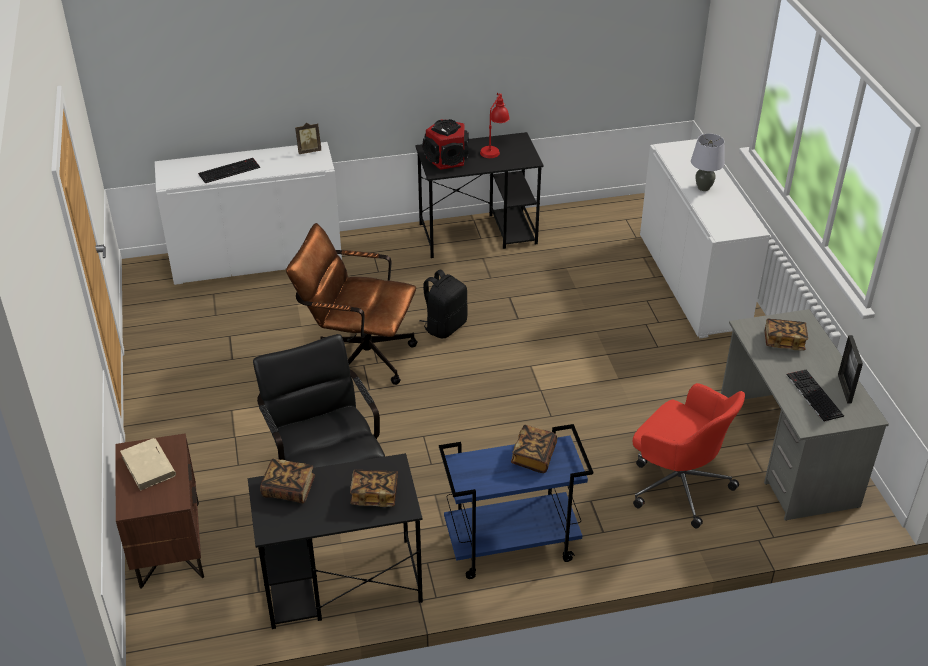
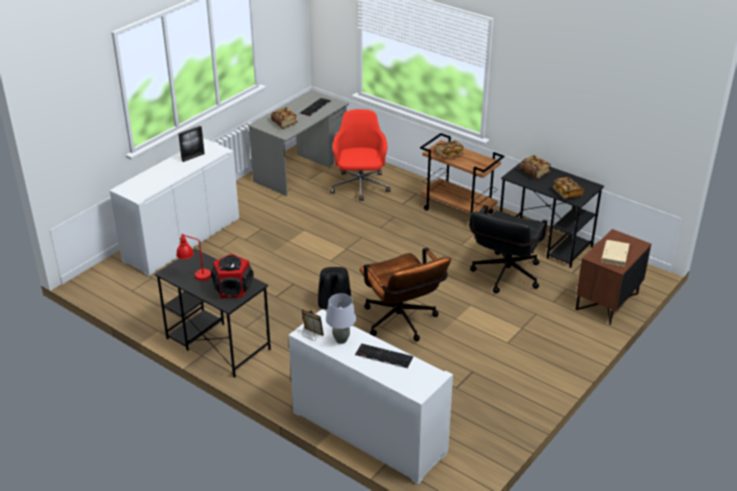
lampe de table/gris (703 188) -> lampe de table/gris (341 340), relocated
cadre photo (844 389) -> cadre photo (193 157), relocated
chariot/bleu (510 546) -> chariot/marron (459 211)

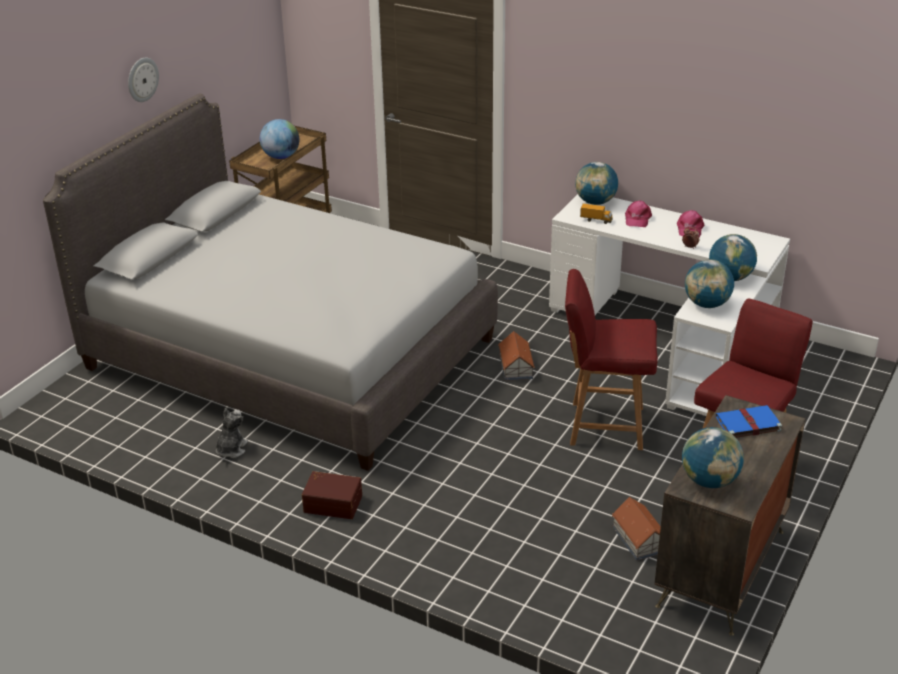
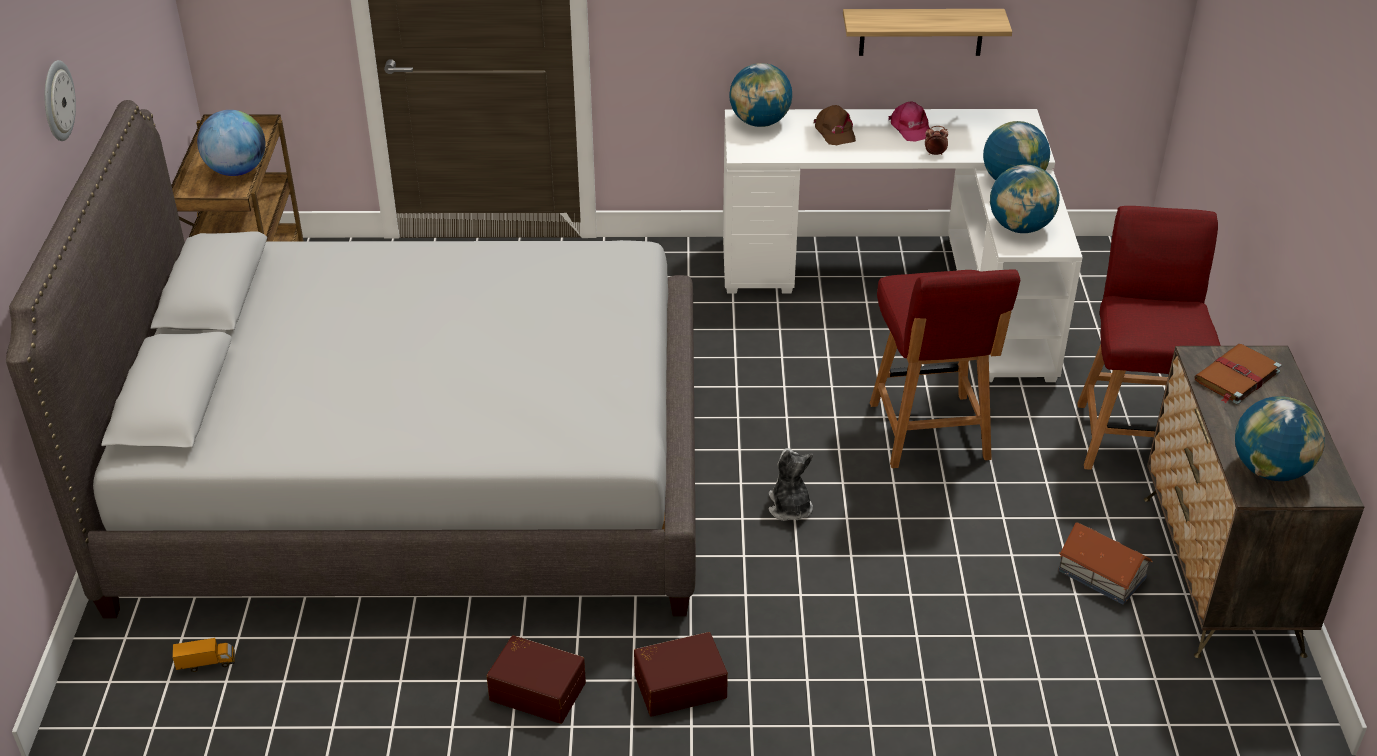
casquette/rose (637 219) -> casquette/marron (834 132)
camion jouet (596 220) -> camion jouet (206 664), relocated
chaise/rouge (604 425) -> chaise/rouge (929 433), 75 degrees counterclockwise
maison miniature (515 367) -> none
livre/bleu (747 424) -> livre/marron (1236 377)
peluche (231 449) -> peluche (789 507), relocated
none -> étagère (921 32)
none -> boîte de rangement/marron (538 689)

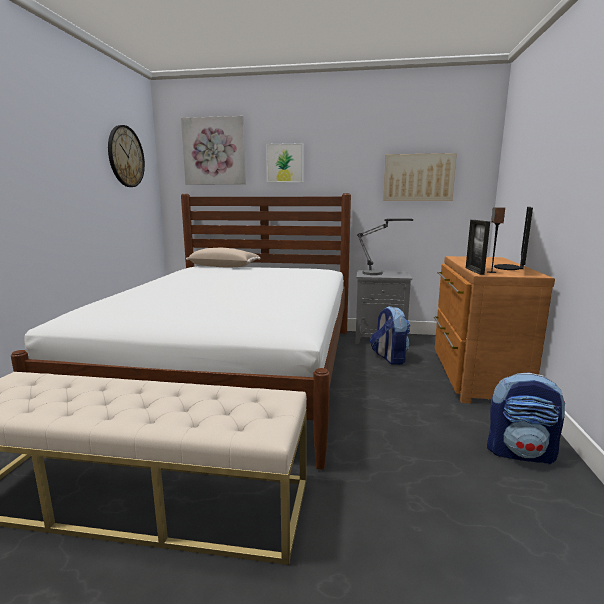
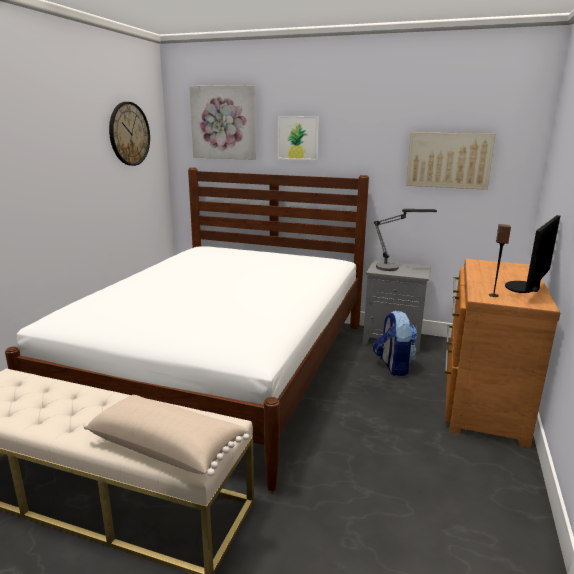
cadre photo (474 271) -> none
coussin/beige (224 266) -> coussin/beige (168 446), relocated
sac à dos (520 452) -> none

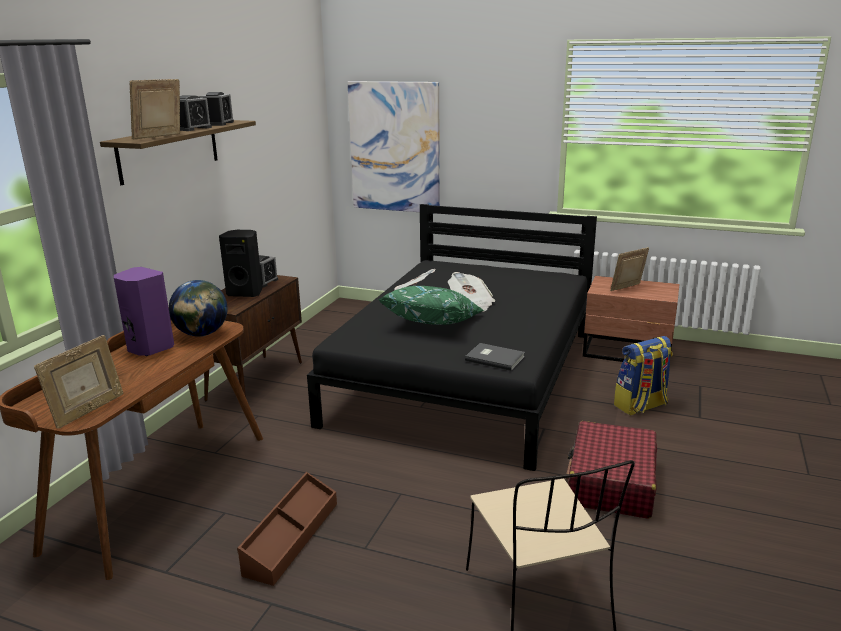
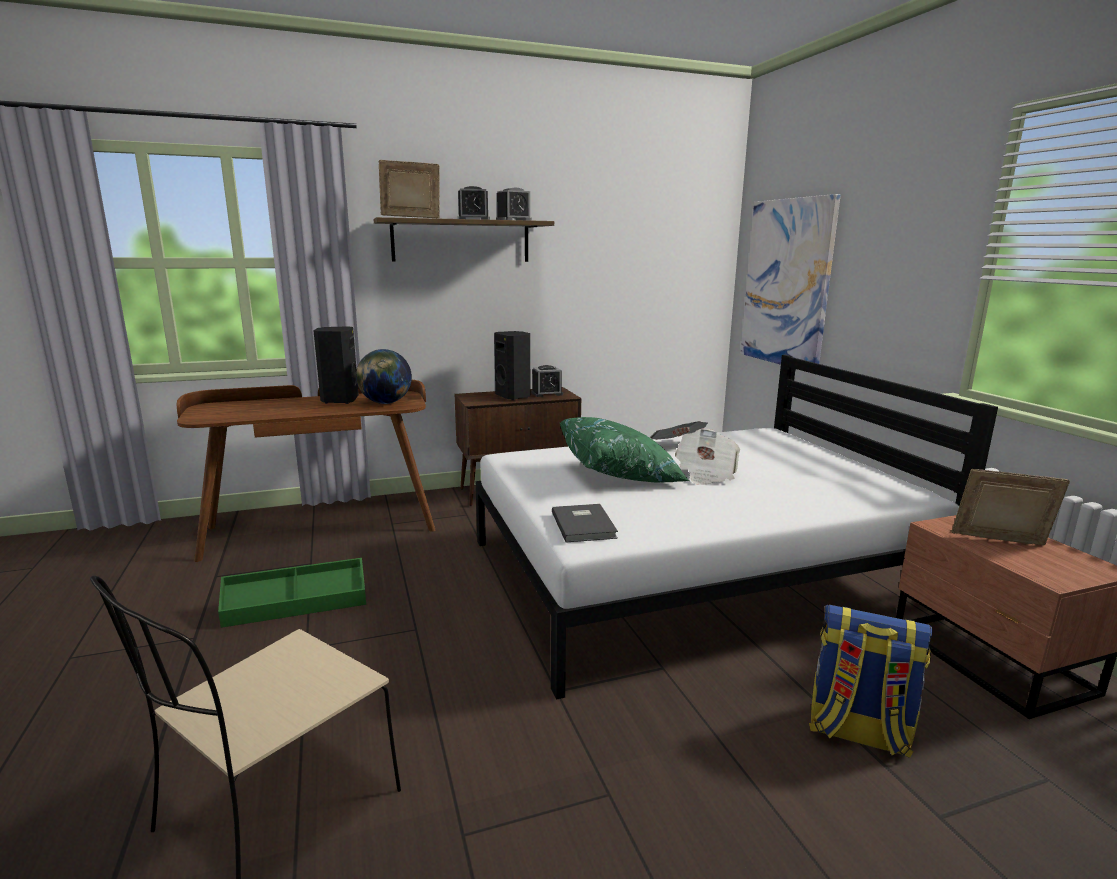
lit/noir (467 376) -> lit/blanc (693 573)
enceinte/violet (149 348) -> enceinte/noir (339 400)
cadre photo (88 411) -> none
valise/rouge (611 482) -> none
boîte de rangement/marron (291 537) -> boîte de rangement/vert (296 605)

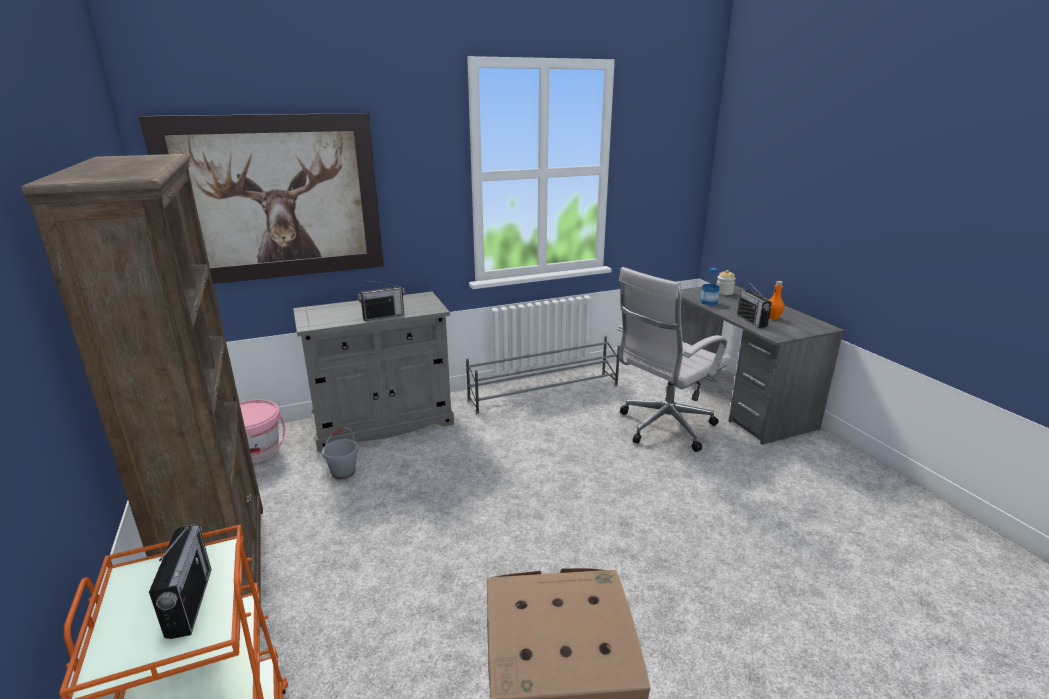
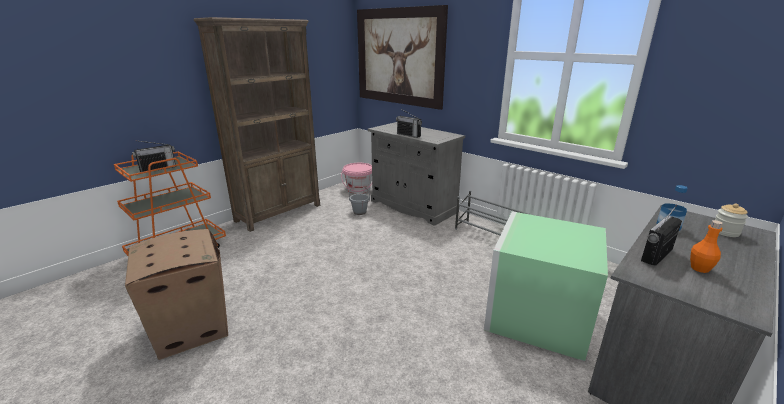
chaise de bureau/blanc (663 428) -> boîte de rangement/vert (536 314)

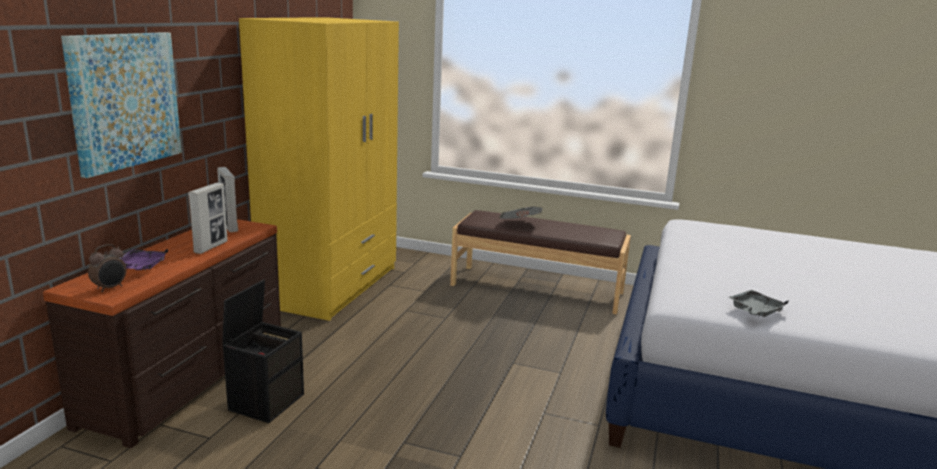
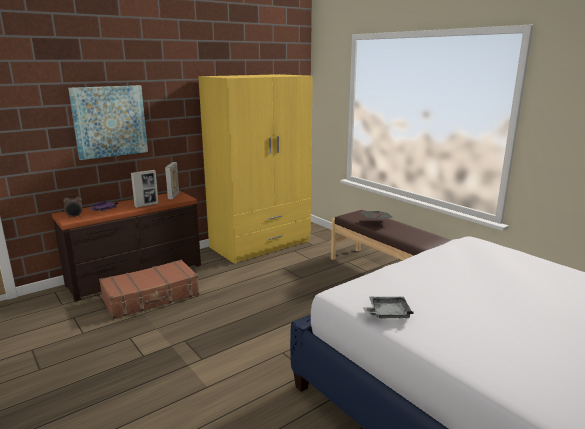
boîte de rangement/noir (266 401) -> valise/marron (151 297)

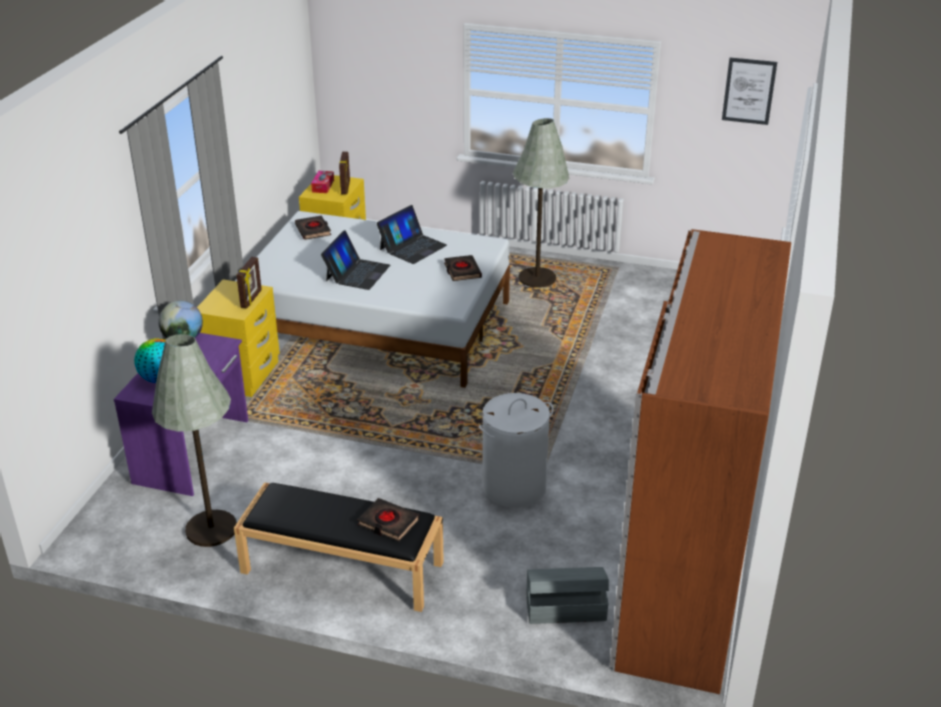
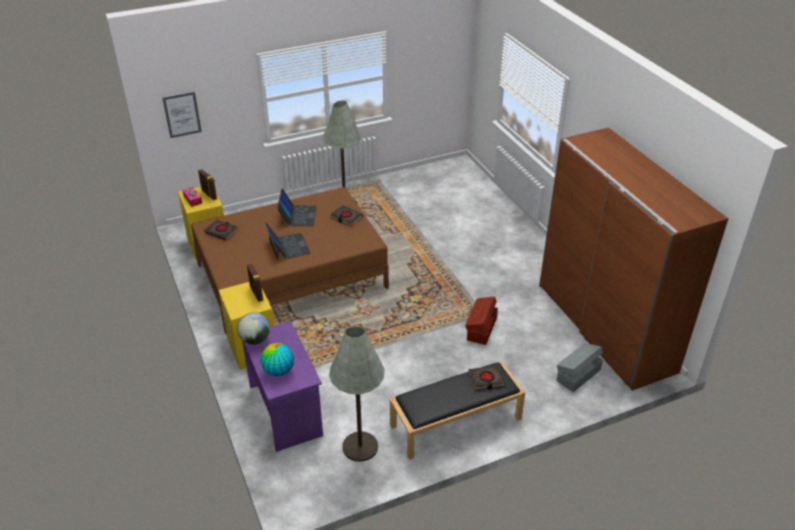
tableau (749 91) -> tableau (182 114), relocated
lit/blanc (377 324) -> lit/marron (291 275)
panier à linge/blanc (514 487) -> boîte de rangement/marron (481 329)

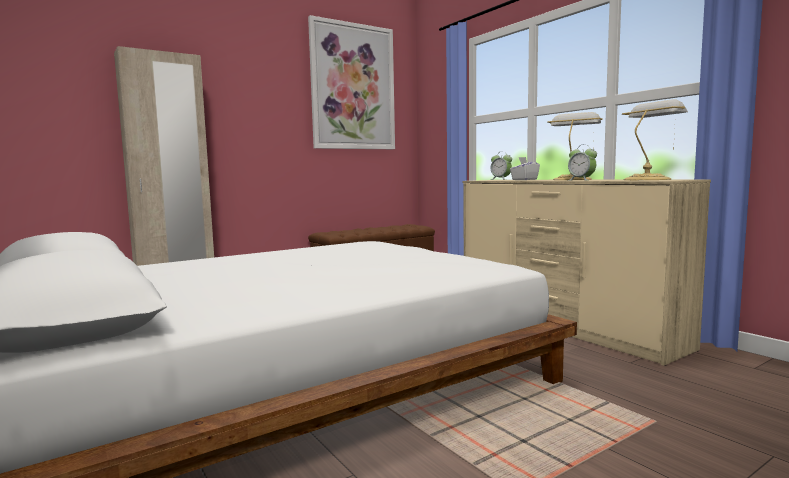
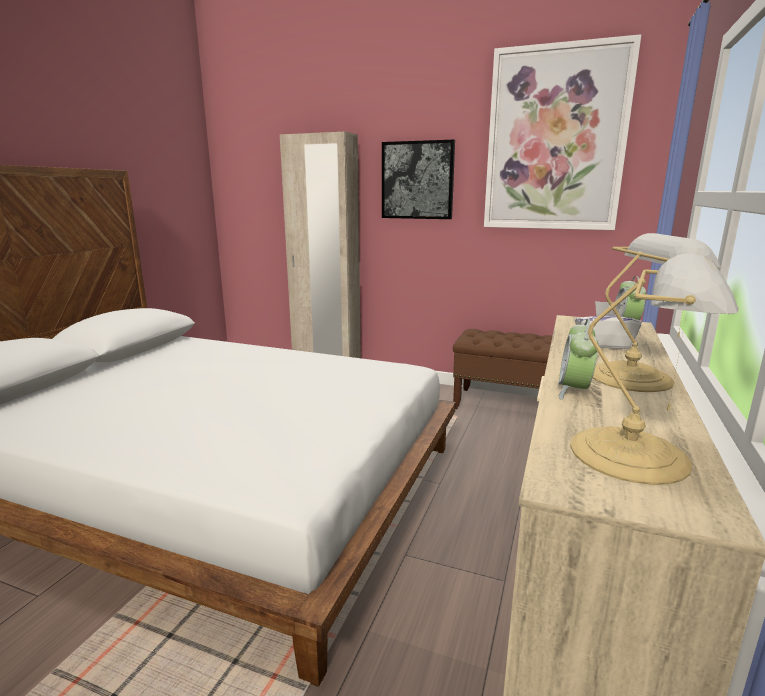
none -> tableau (417 180)

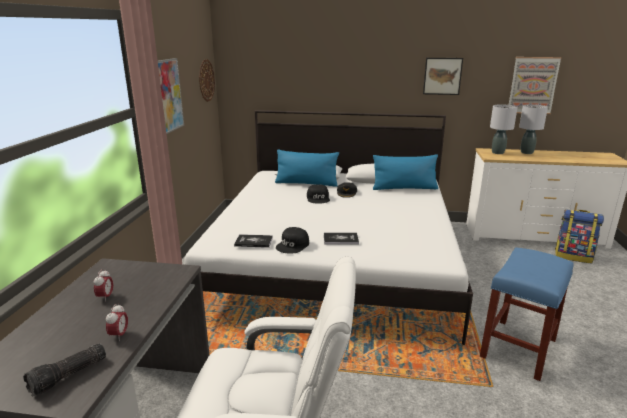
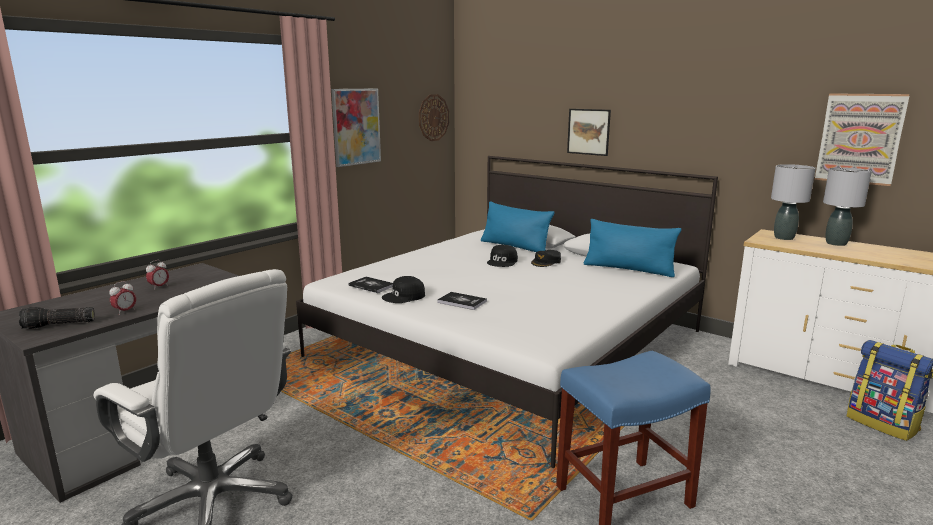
tableau (442 76) -> tableau (588 131), relocated

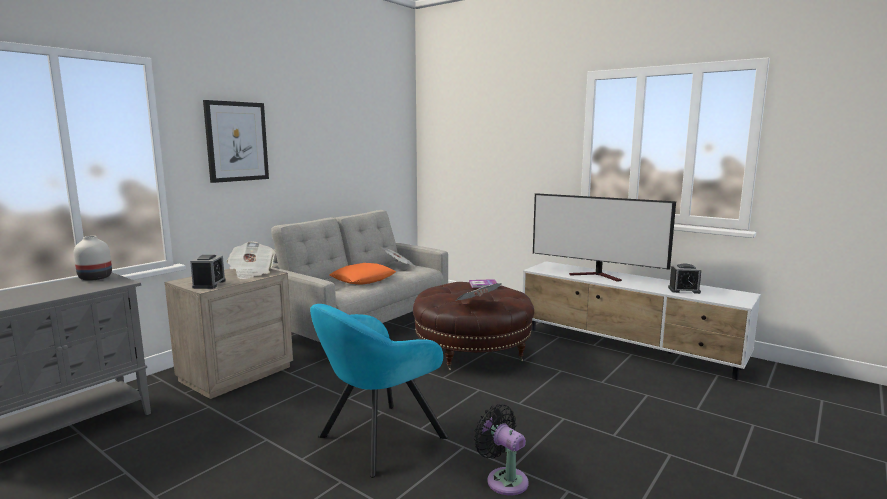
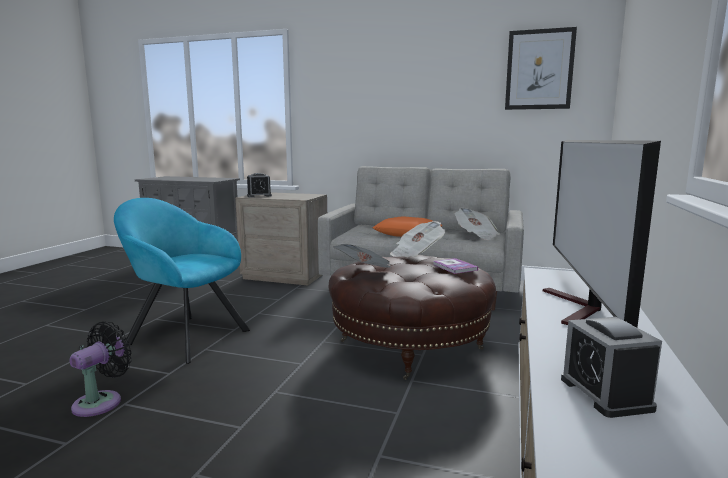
tableau (236 141) -> tableau (539 70), relocated
vase/blanc (95 278) -> none
journal (251 273) -> journal (416 253), relocated

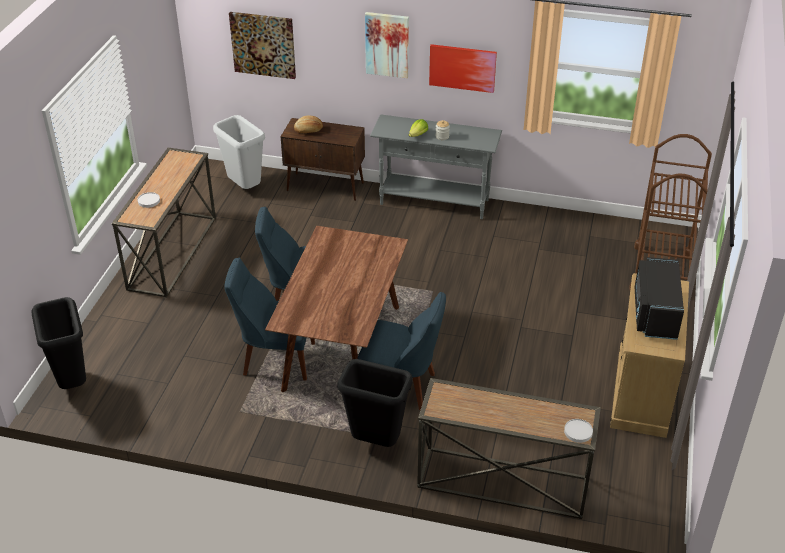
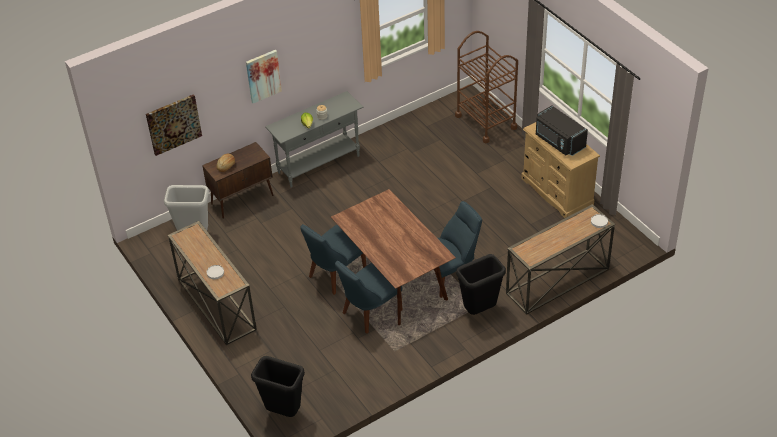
tableau (462 67) -> none

